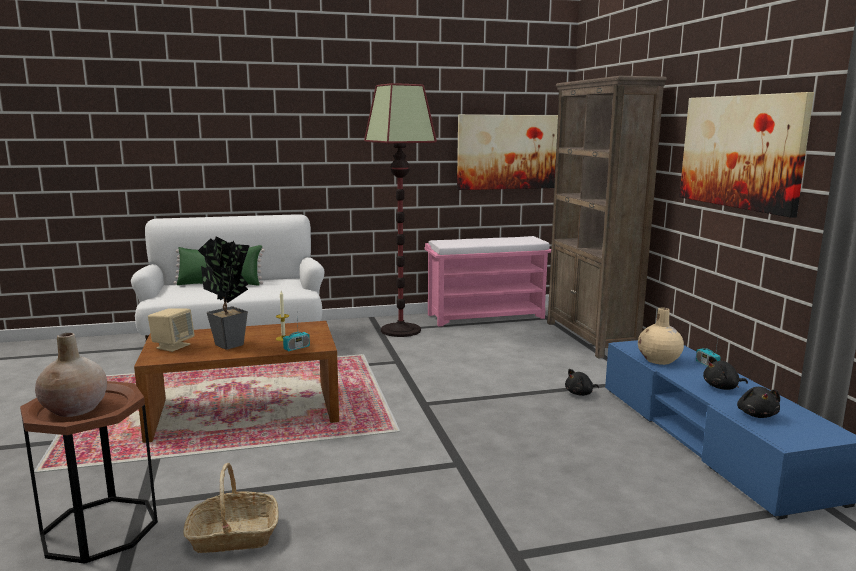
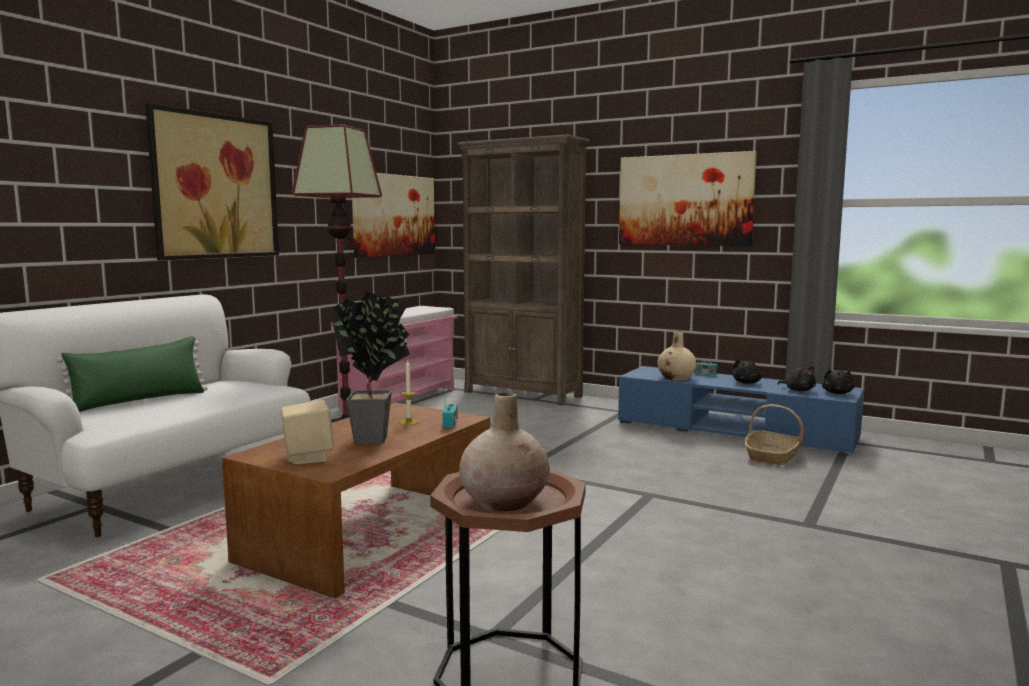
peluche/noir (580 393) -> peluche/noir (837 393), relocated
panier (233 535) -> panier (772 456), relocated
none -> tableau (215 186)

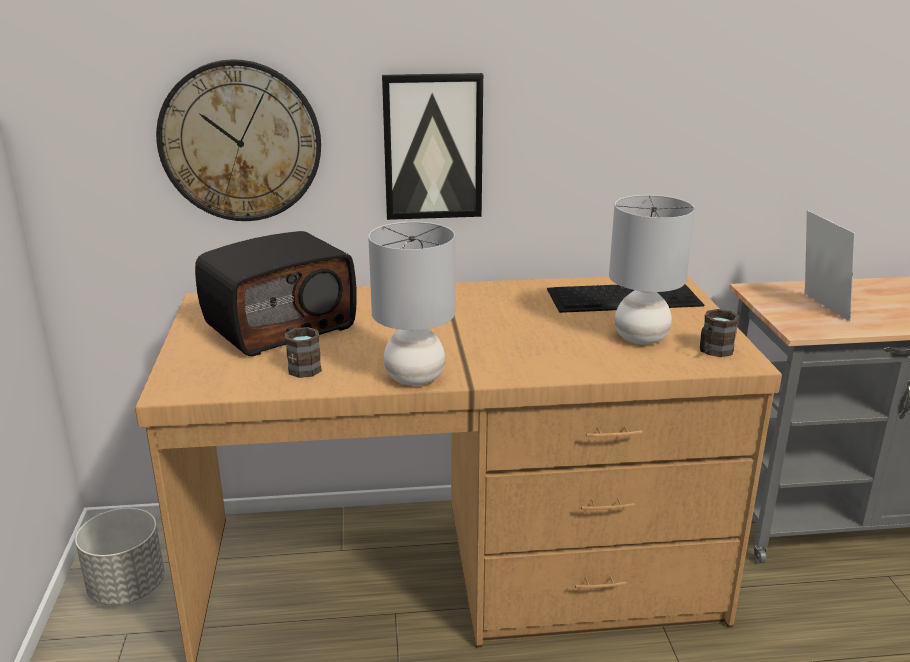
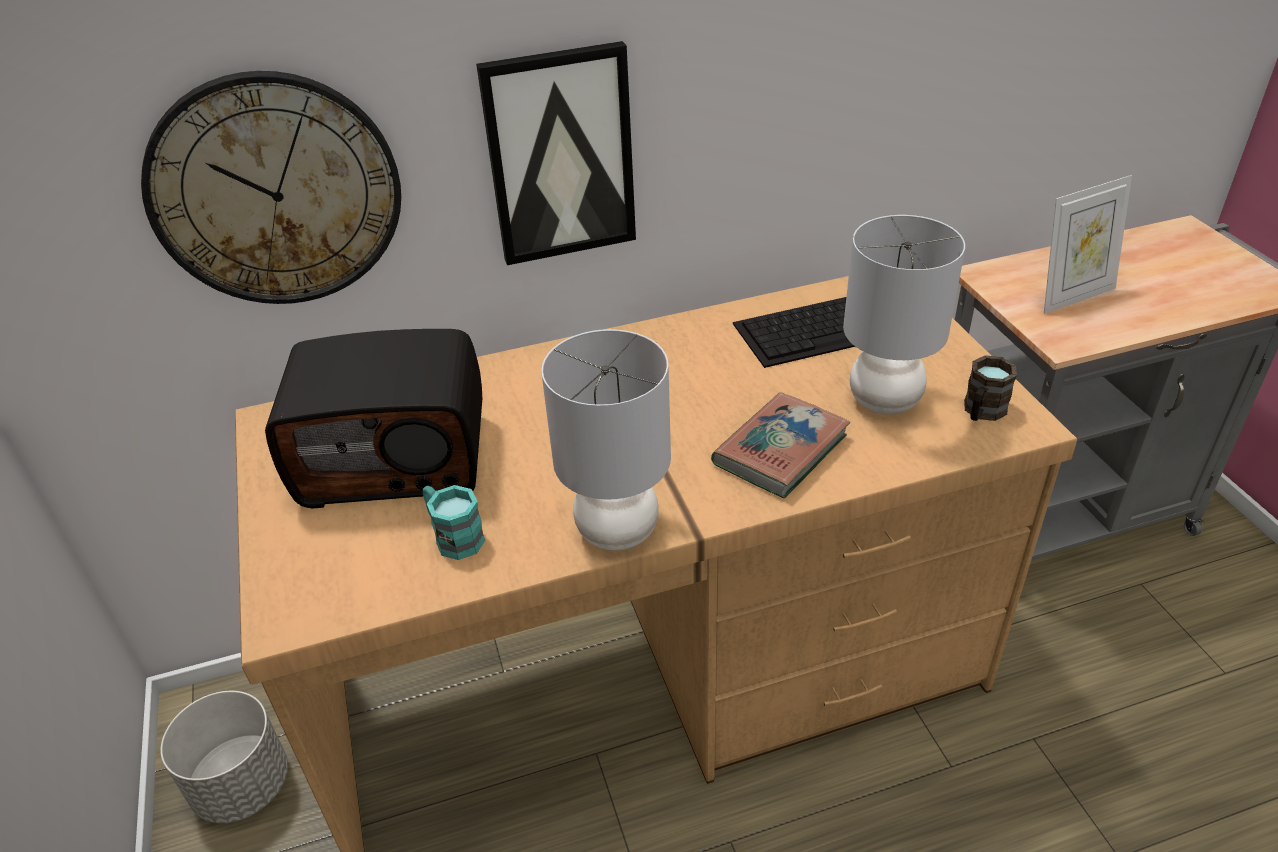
cadre photo (820 307) -> cadre photo (1072 296), 90 degrees clockwise
radio (280 326) -> radio (396 458), 45 degrees clockwise
mug/marron (301 366) -> mug/turquoise (453 536)
none -> livre (780 450)

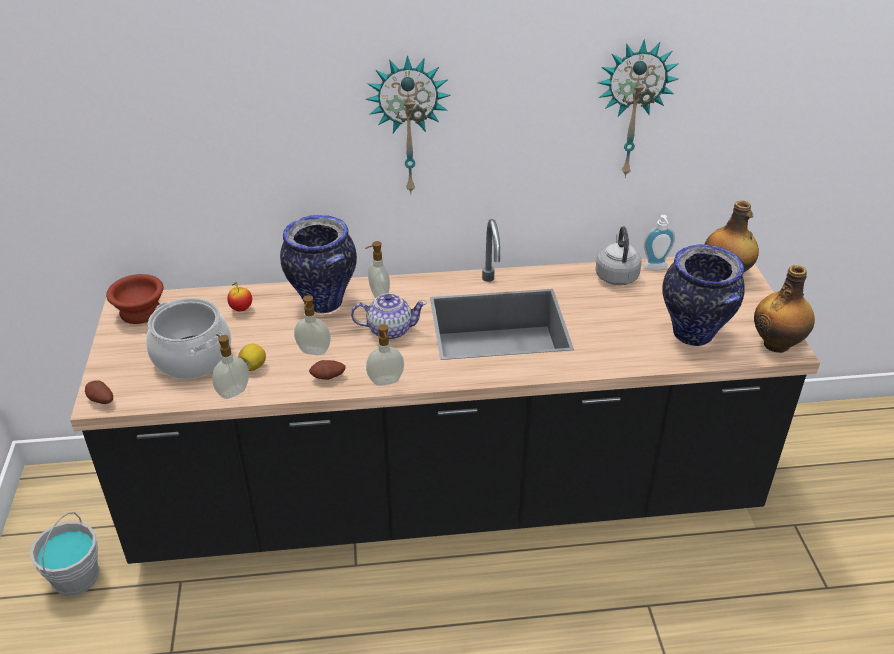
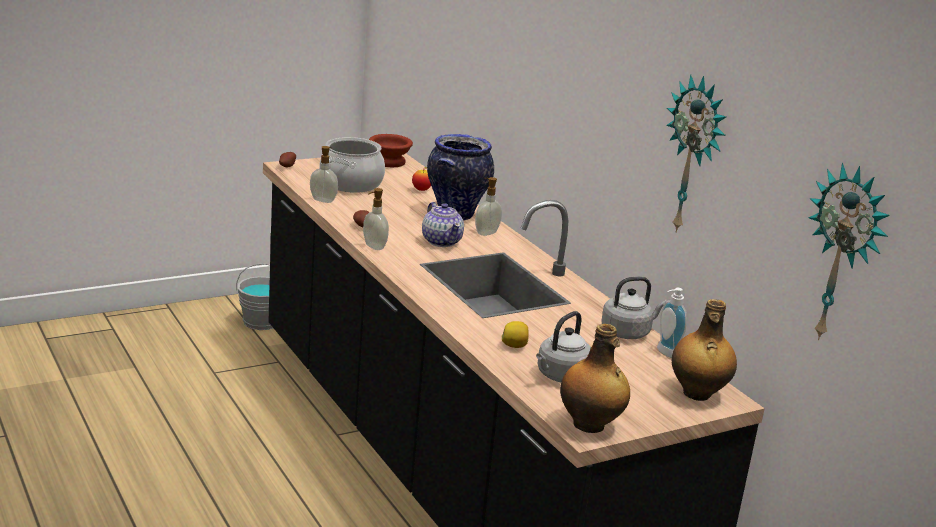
horloge murale (408 125) -> horloge murale (844 254), relocated
vase (693 335) -> bouilloire/gris (561 376)
distributeur de savon (313 352) -> none
citron (253 366) -> citron (514 346), relocated

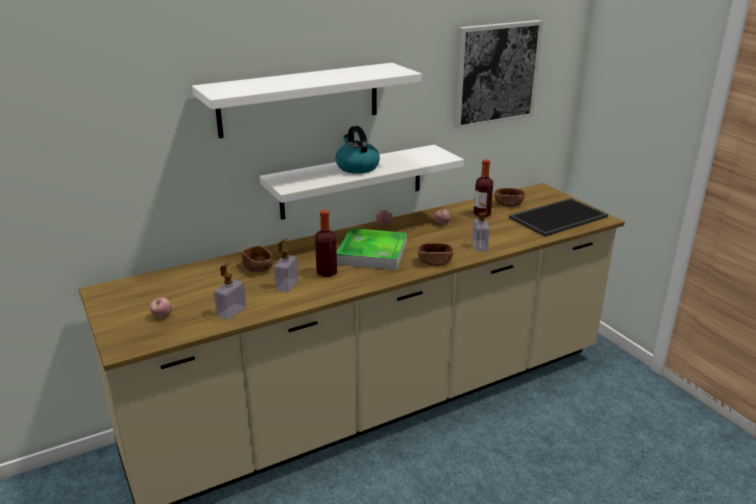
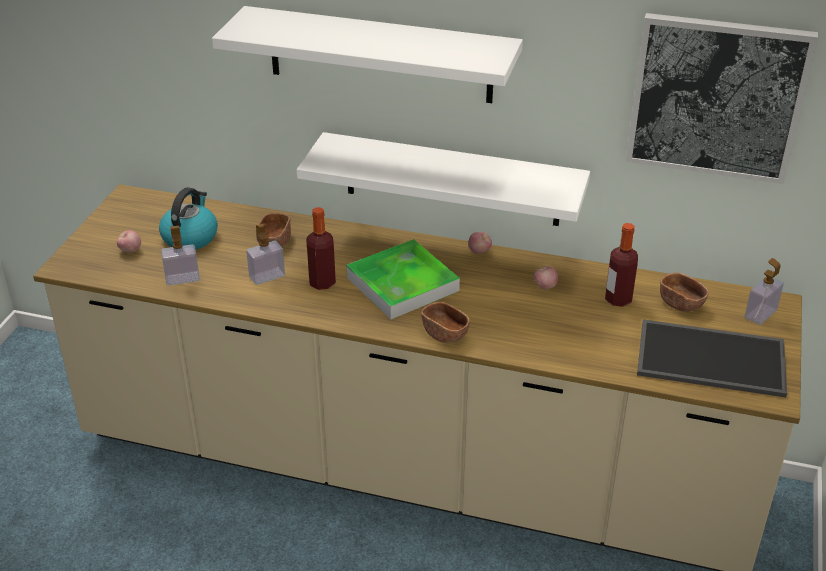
bouilloire (357 167) -> bouilloire (190 237), relocated
distributeur de savon (479 246) -> distributeur de savon (760 314), relocated

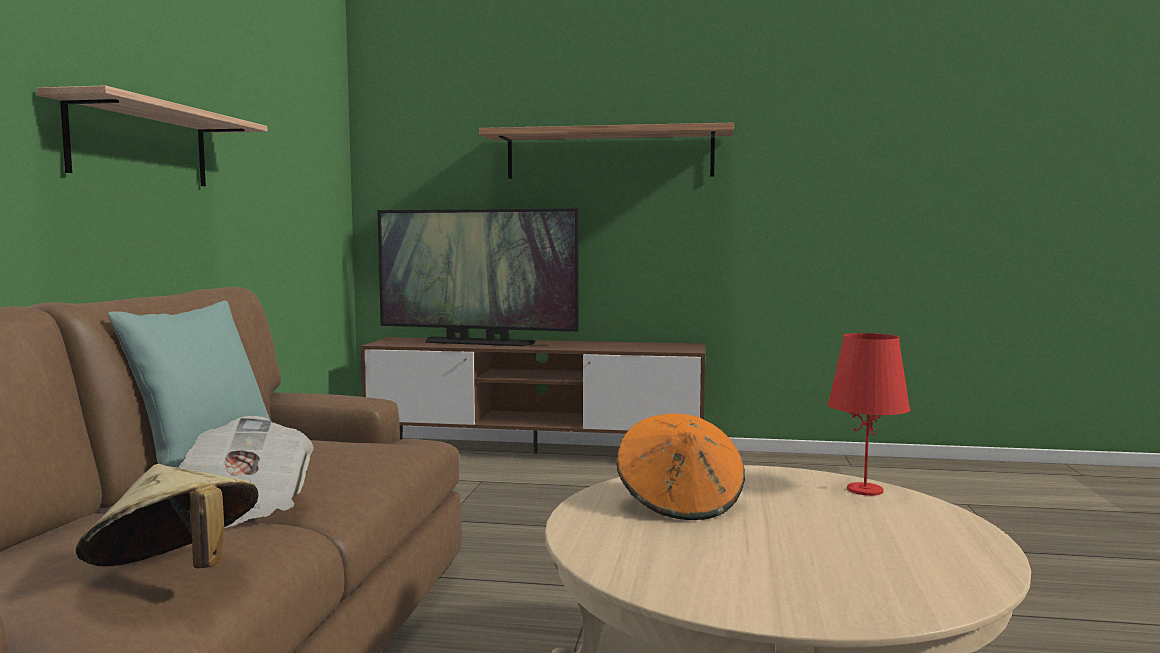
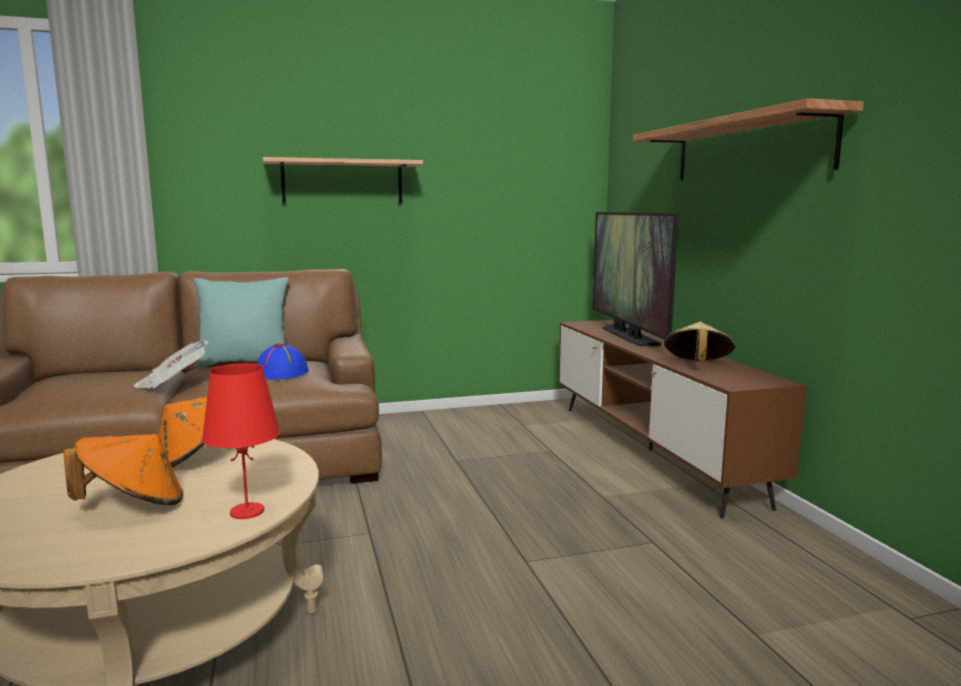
chapeau/beige (175 574) -> chapeau/beige (697 365), relocated
none -> chapeau/bleu (282 373)
none -> chapeau/orange (133 505)

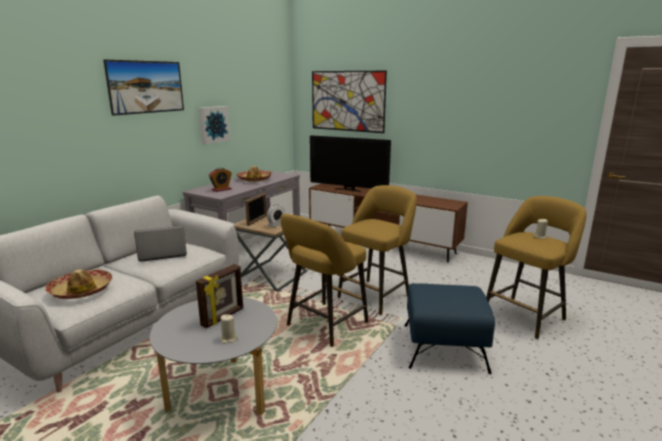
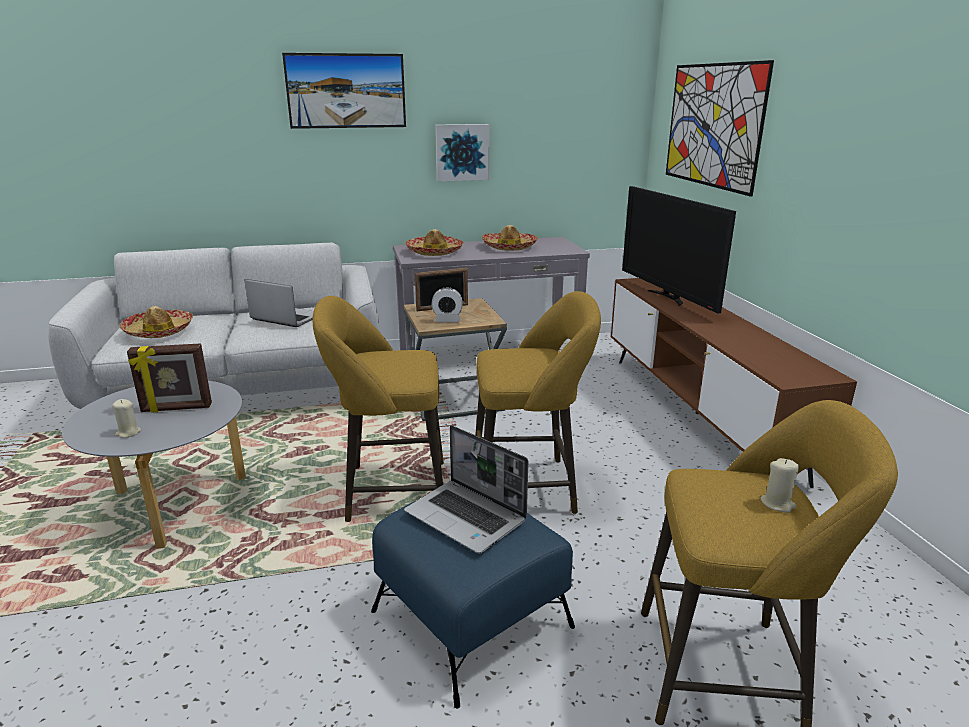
réveil (221 189) -> chapeau (434 252)
none -> ordinateur portable (467 517)

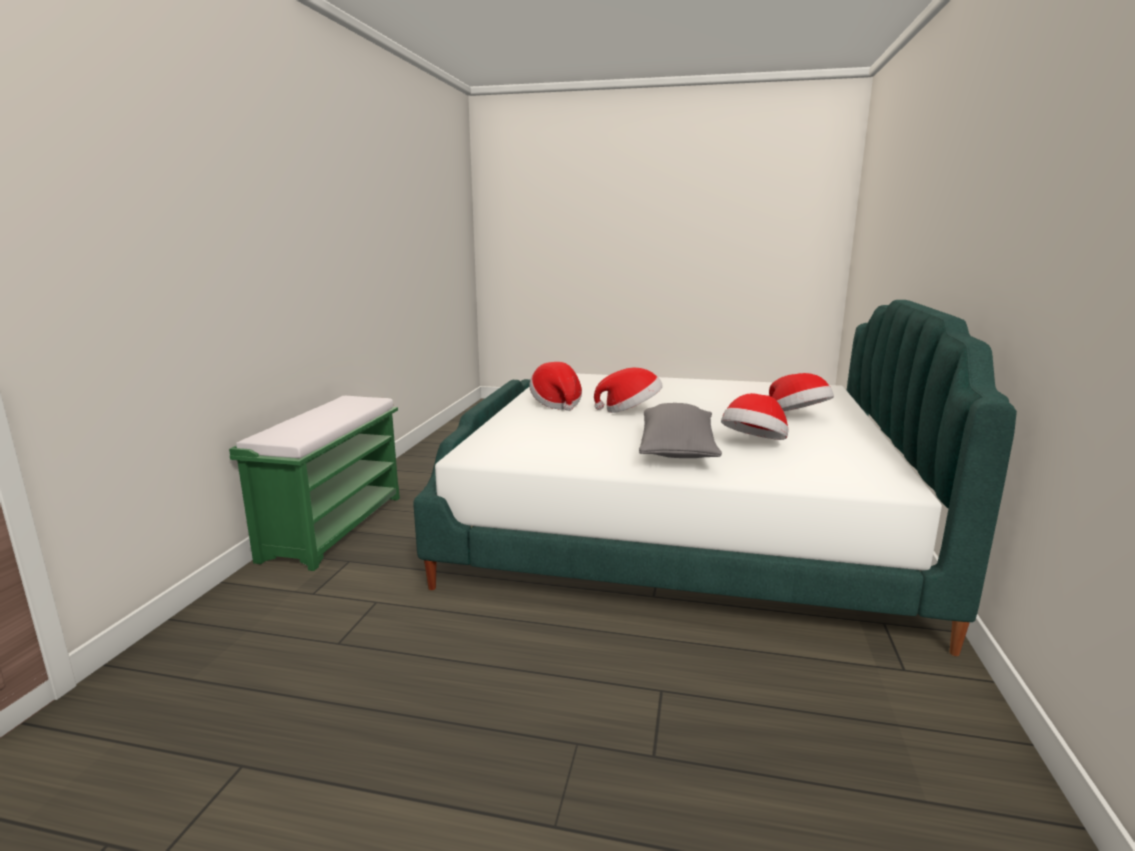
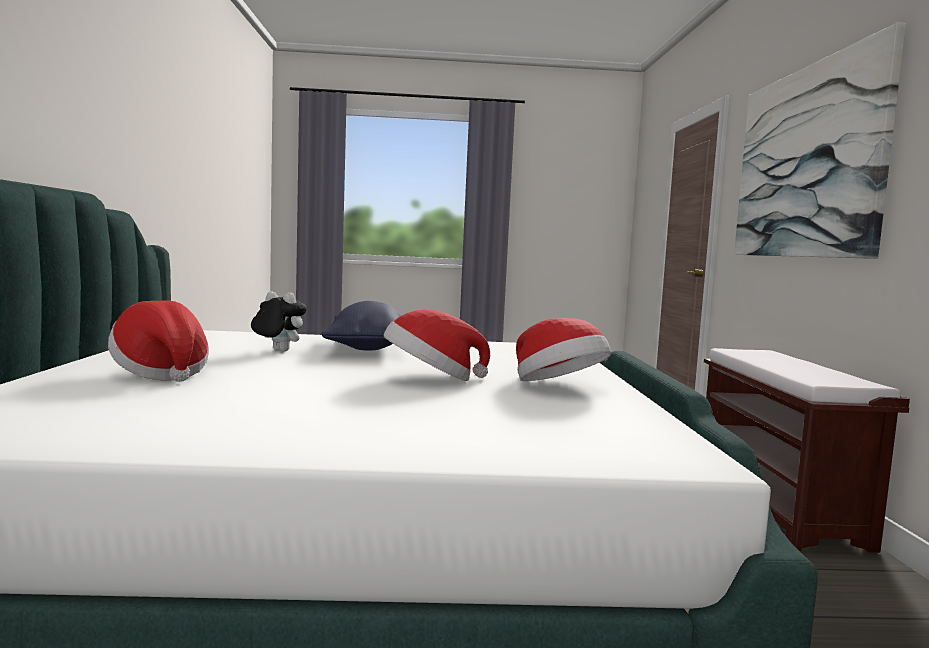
chapeau (754 444) -> peluche (277 351)
banc/vert (334 526) -> banc/marron (778 505)
coussin/gris (677 450) -> coussin/bleu (366 348)
none -> tableau (806 162)

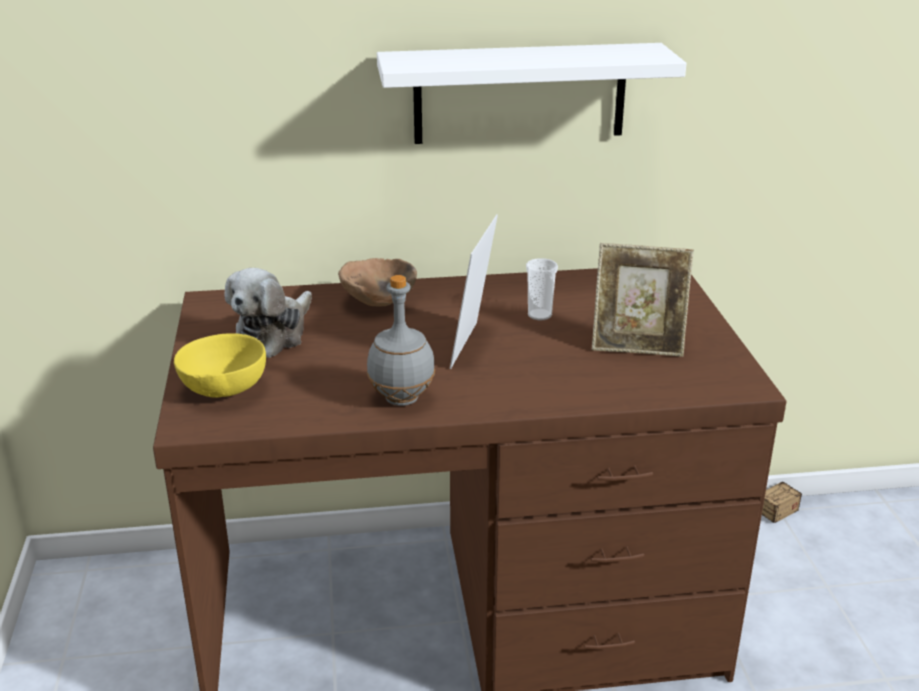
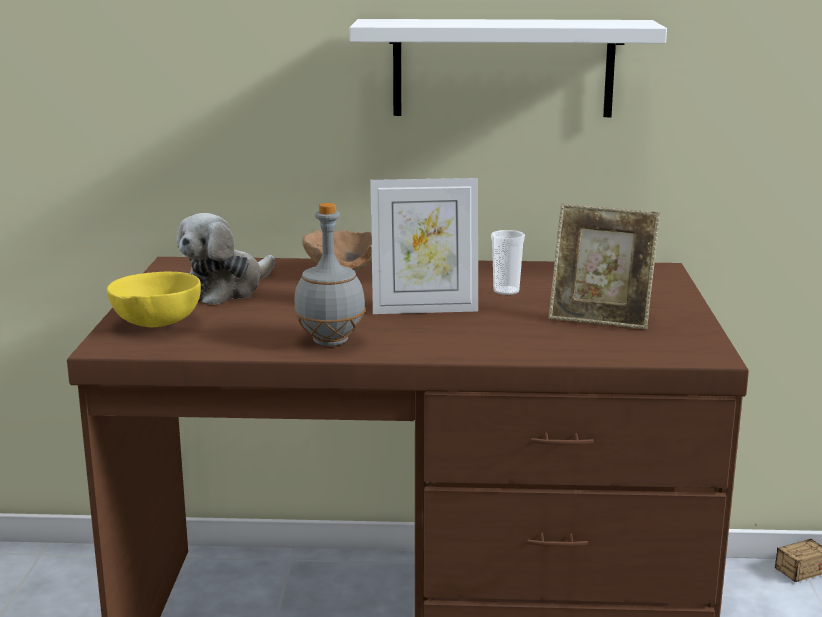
cadre photo (473 346) -> cadre photo (424 309), 120 degrees counterclockwise

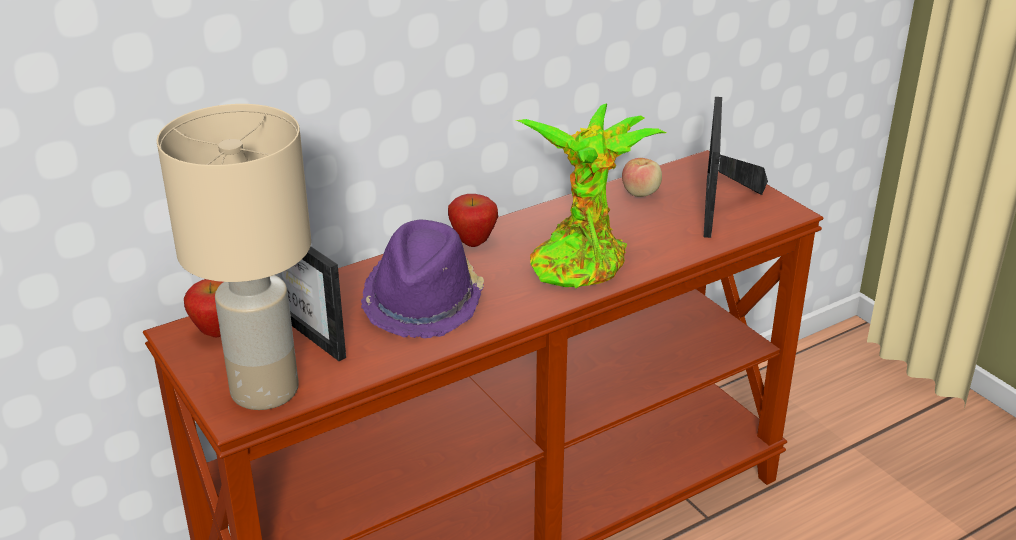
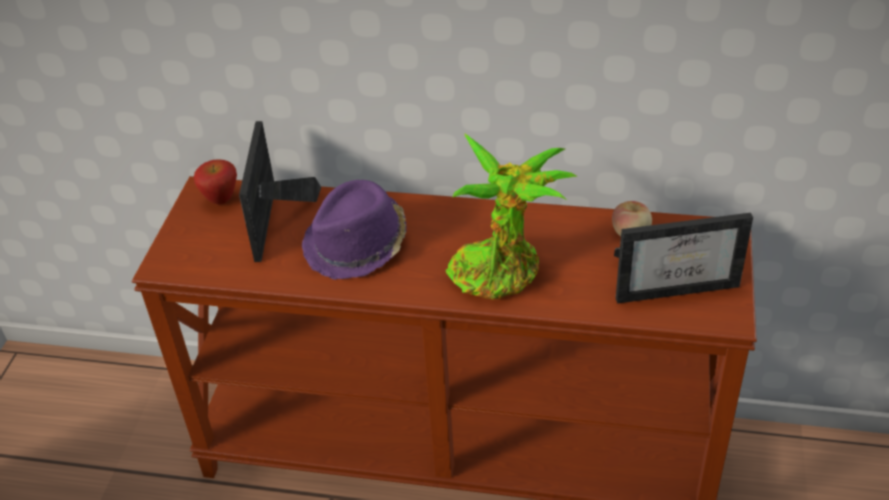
cadre photo (721 208) -> cadre photo (676 283), 150 degrees counterclockwise
lampe de table/beige (264 389) -> none
pomme (473 242) -> none

